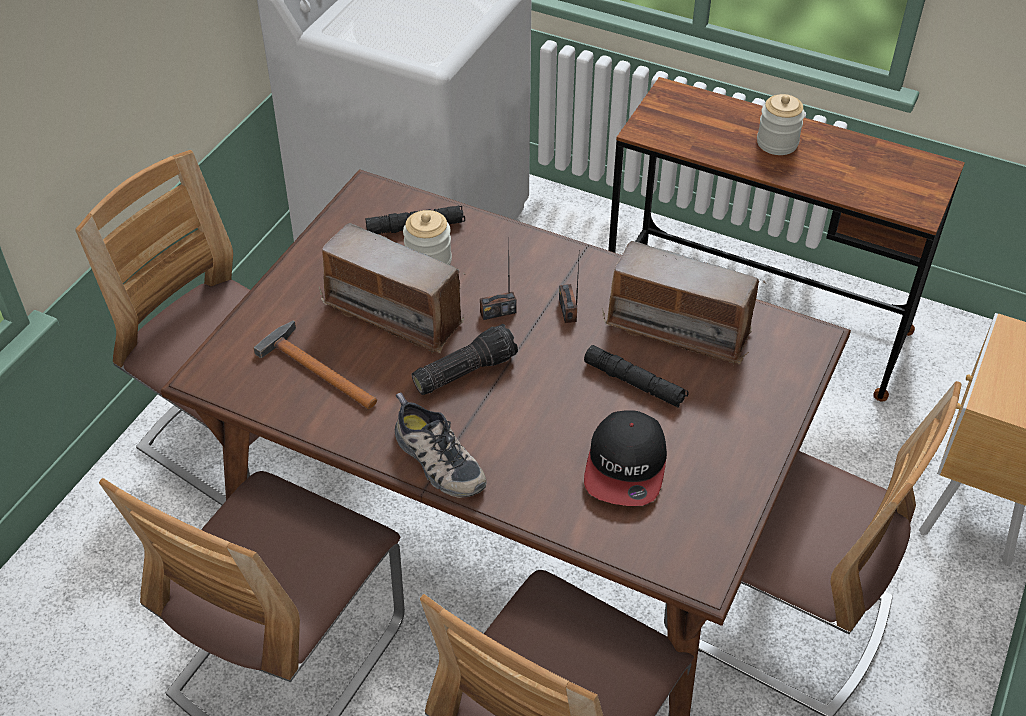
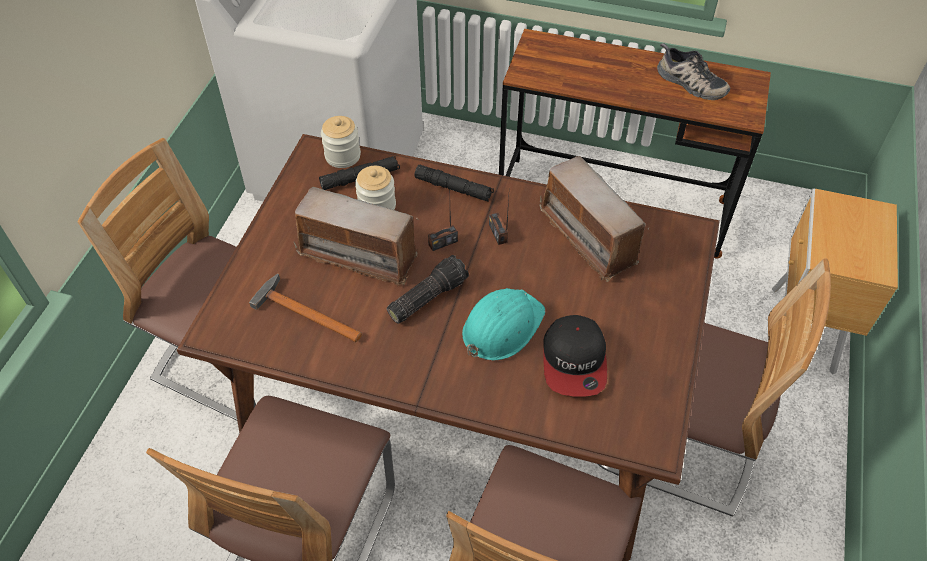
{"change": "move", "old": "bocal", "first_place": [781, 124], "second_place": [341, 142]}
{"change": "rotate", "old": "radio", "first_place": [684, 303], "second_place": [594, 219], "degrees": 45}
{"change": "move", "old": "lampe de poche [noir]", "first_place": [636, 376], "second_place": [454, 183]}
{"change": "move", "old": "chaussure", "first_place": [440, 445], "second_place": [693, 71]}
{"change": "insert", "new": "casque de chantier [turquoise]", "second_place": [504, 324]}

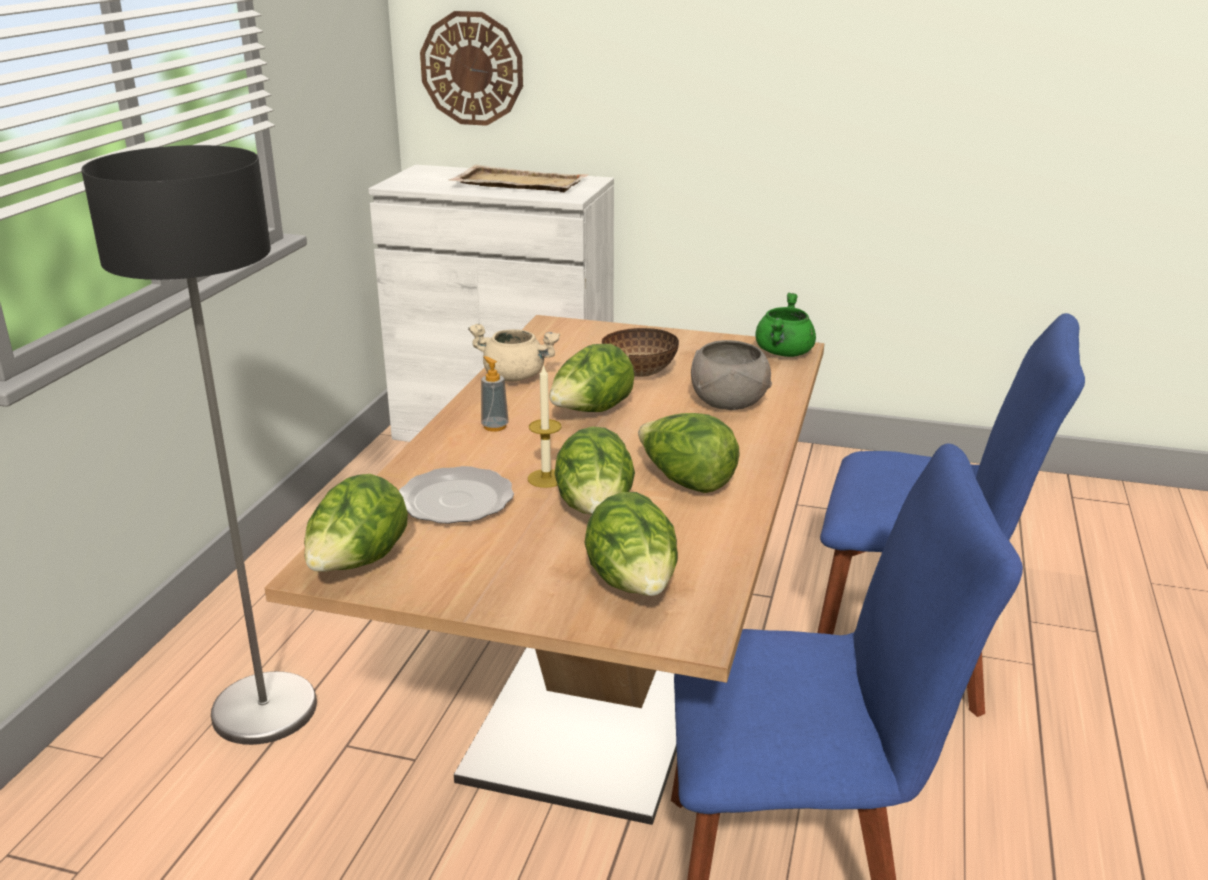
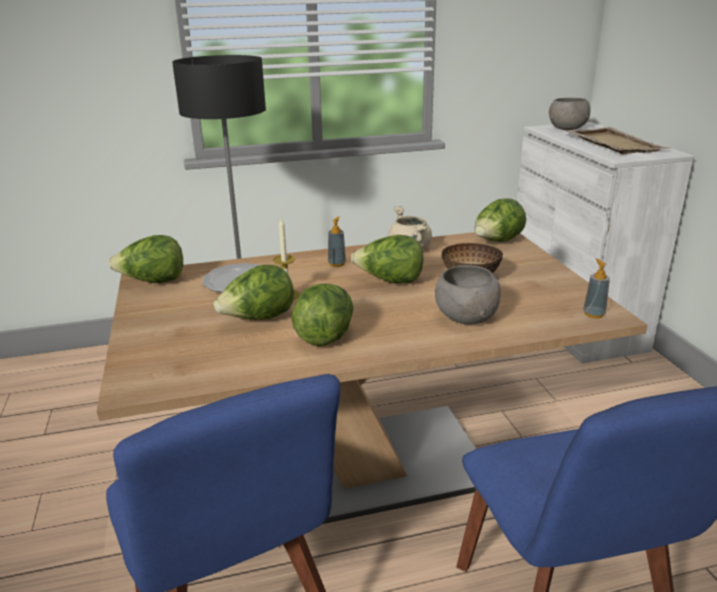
{"change": "delete", "old": "horloge murale", "first_place": [471, 68]}
{"change": "replace", "old": "marmite [vert]", "new": "distributeur de savon", "first_place": [785, 325], "second_place": [596, 288]}
{"change": "move", "old": "laitue", "first_place": [631, 544], "second_place": [500, 220]}
{"change": "insert", "new": "bol [gris]", "second_place": [570, 114]}

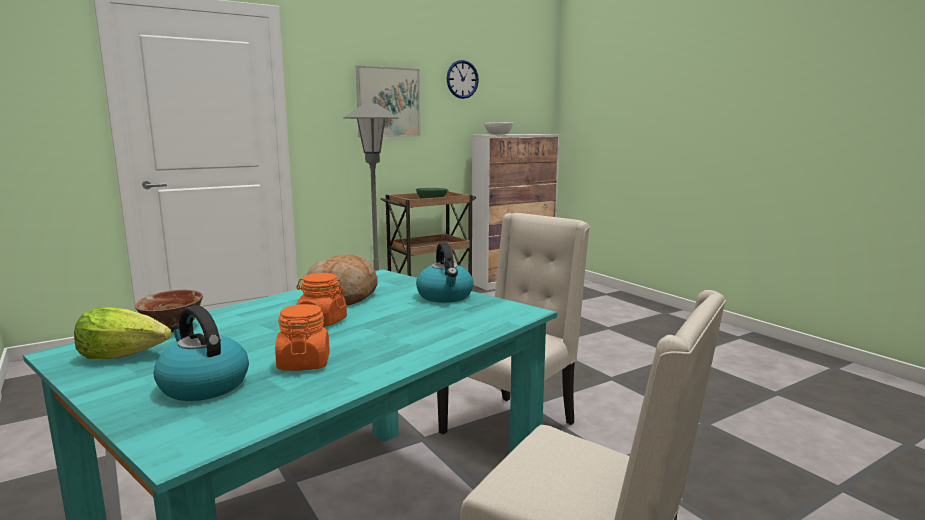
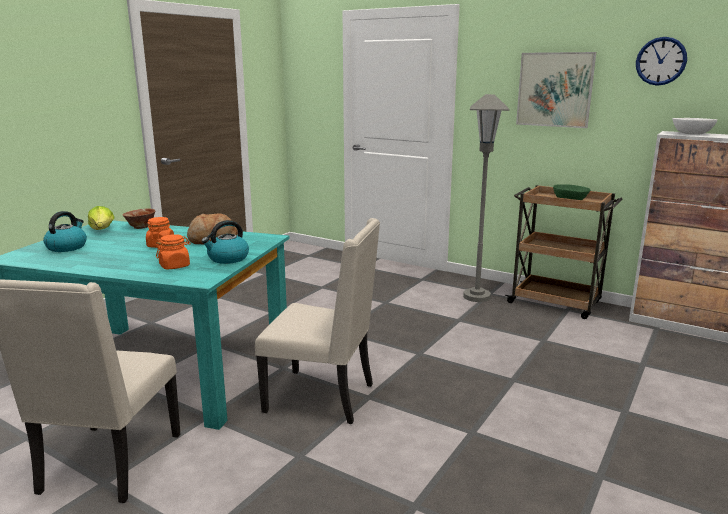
{"change": "move", "old": "bocal [orange]", "first_place": [302, 337], "second_place": [173, 251]}

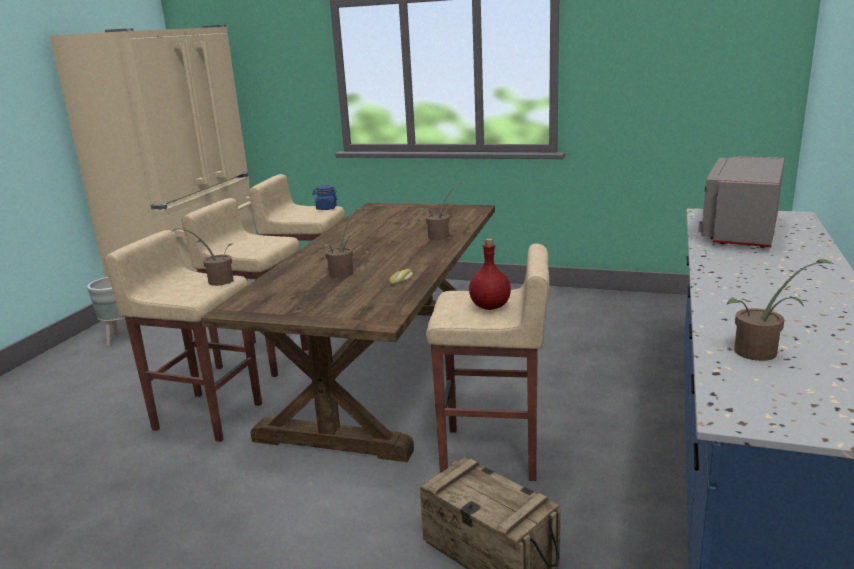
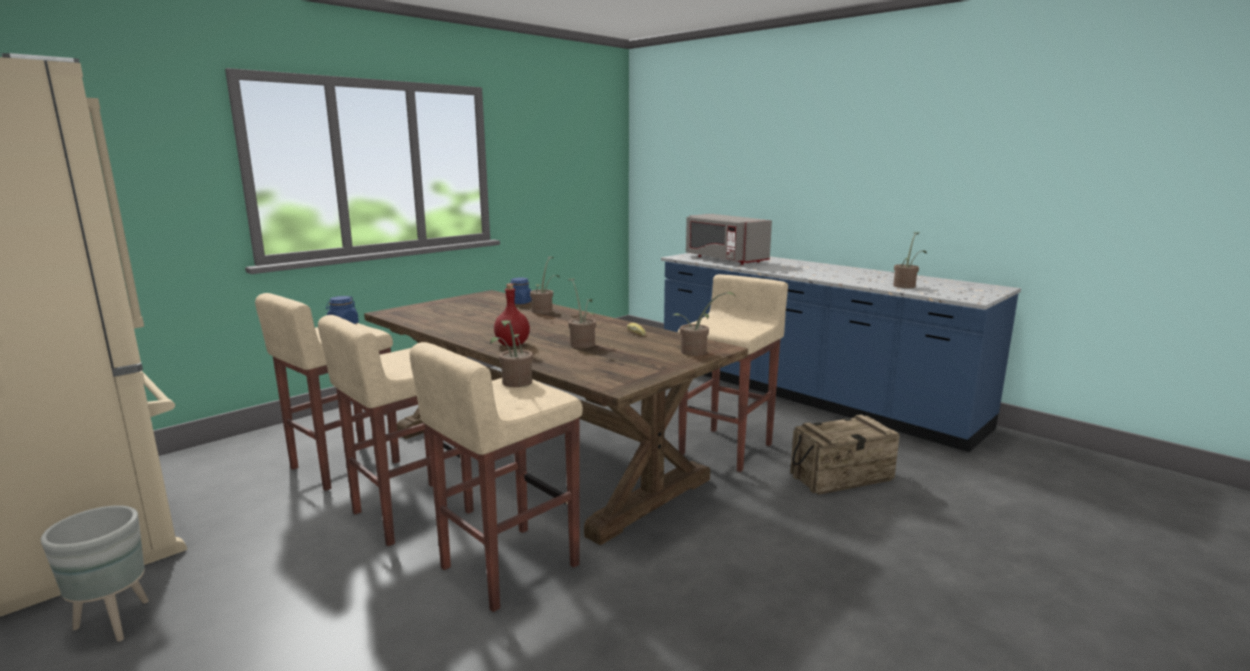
{"change": "move", "old": "bouteille [rouge]", "first_place": [490, 274], "second_place": [512, 315]}
{"change": "insert", "new": "bocal [bleu]", "second_place": [521, 291]}
{"change": "insert", "new": "plante en pot", "second_place": [703, 324]}

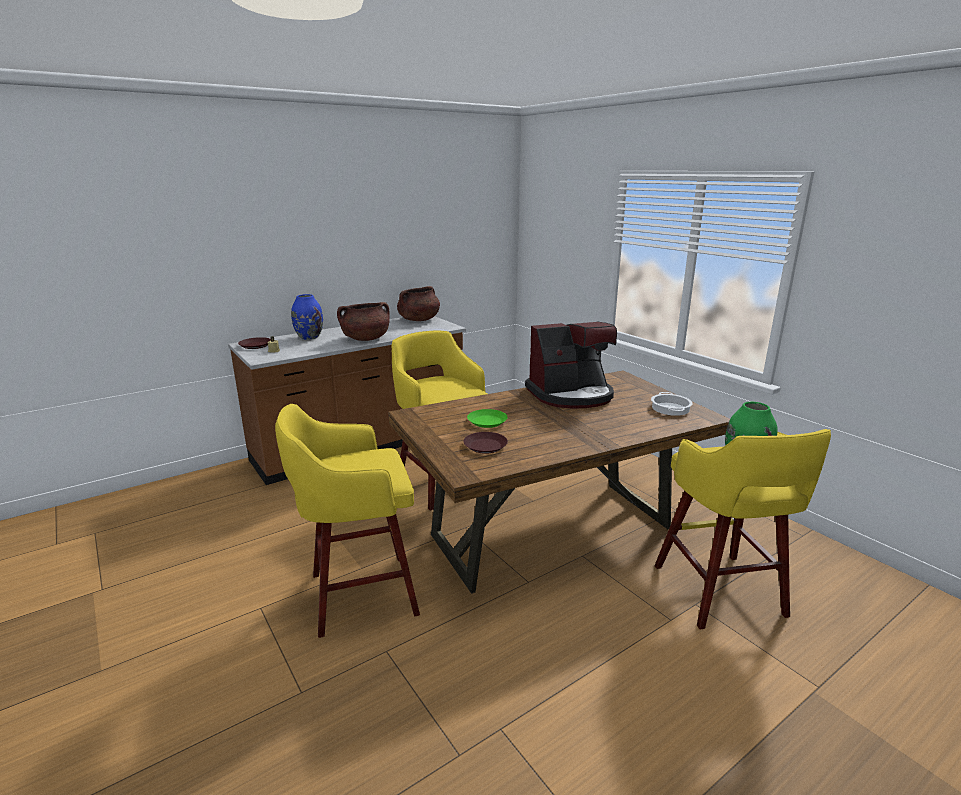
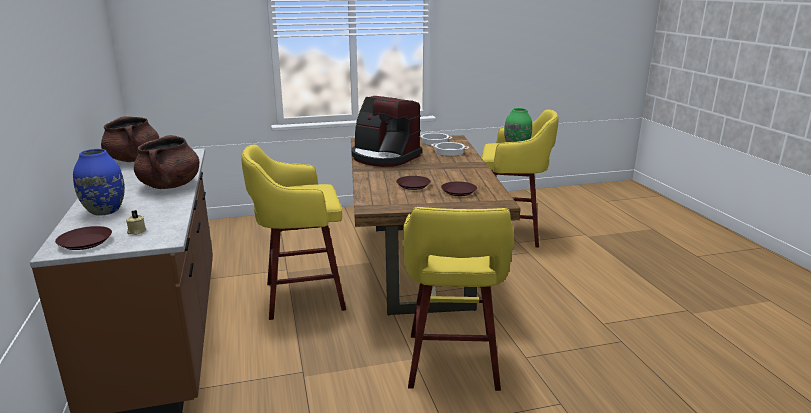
{"change": "rotate", "old": "machine à café", "first_place": [571, 365], "second_place": [387, 131], "degrees": 120}
{"change": "recolor", "old": "assiette [vert]", "new": "assiette [marron]", "first_place": [487, 418], "second_place": [413, 183]}
{"change": "insert", "new": "marmite", "second_place": [450, 149]}

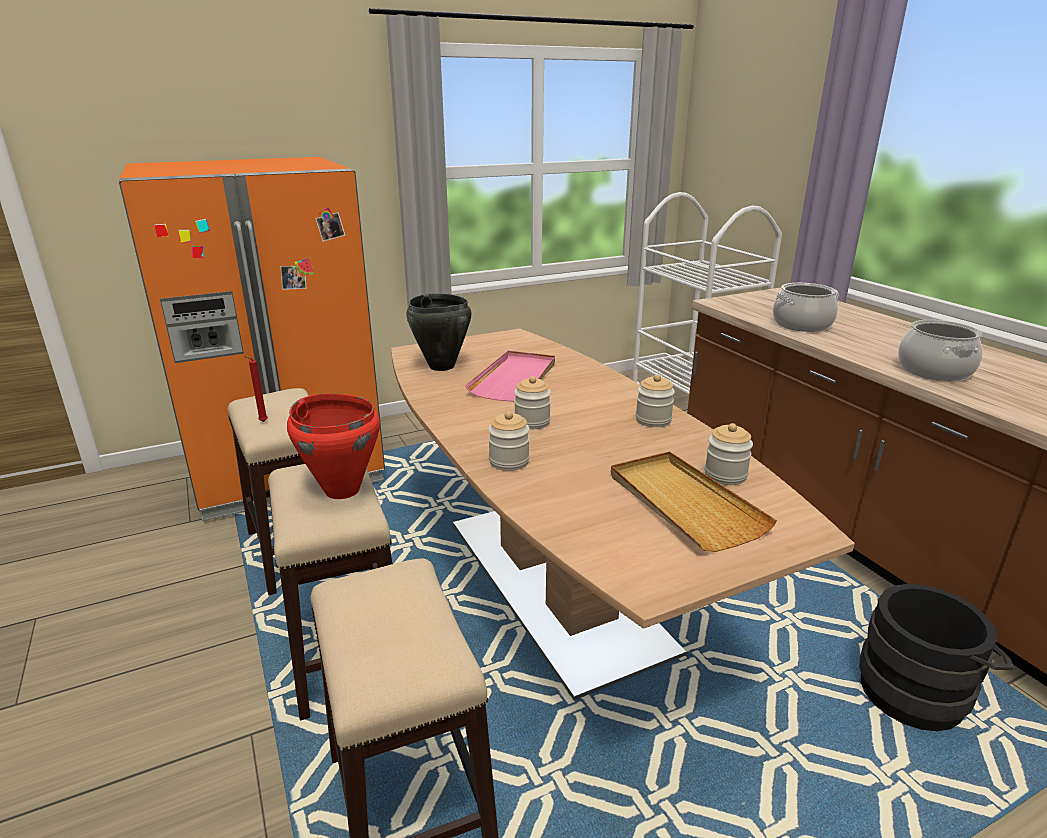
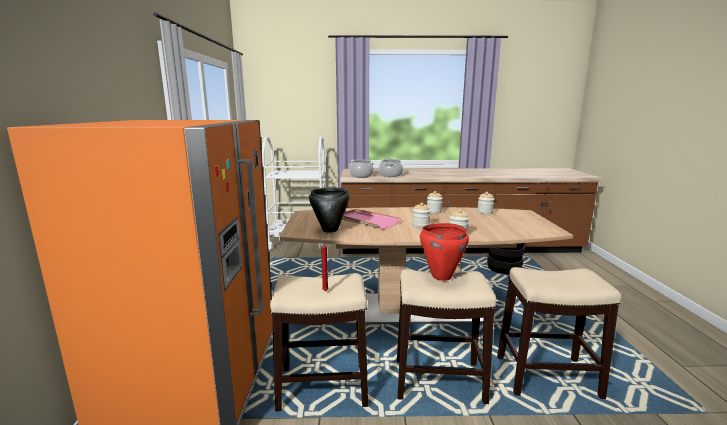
{"change": "move", "old": "marmite", "first_place": [940, 350], "second_place": [361, 168]}
{"change": "delete", "old": "plateau [beige]", "first_place": [694, 502]}

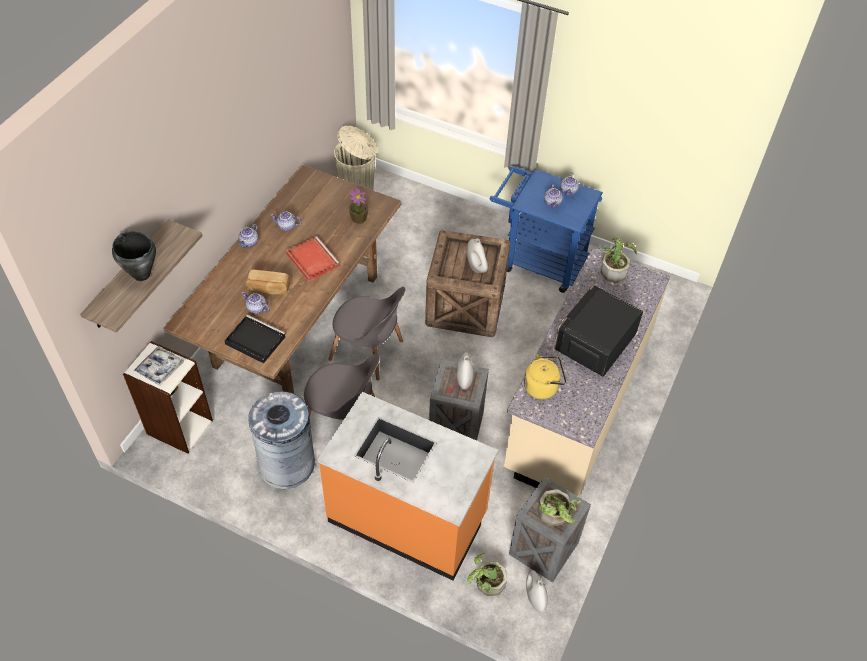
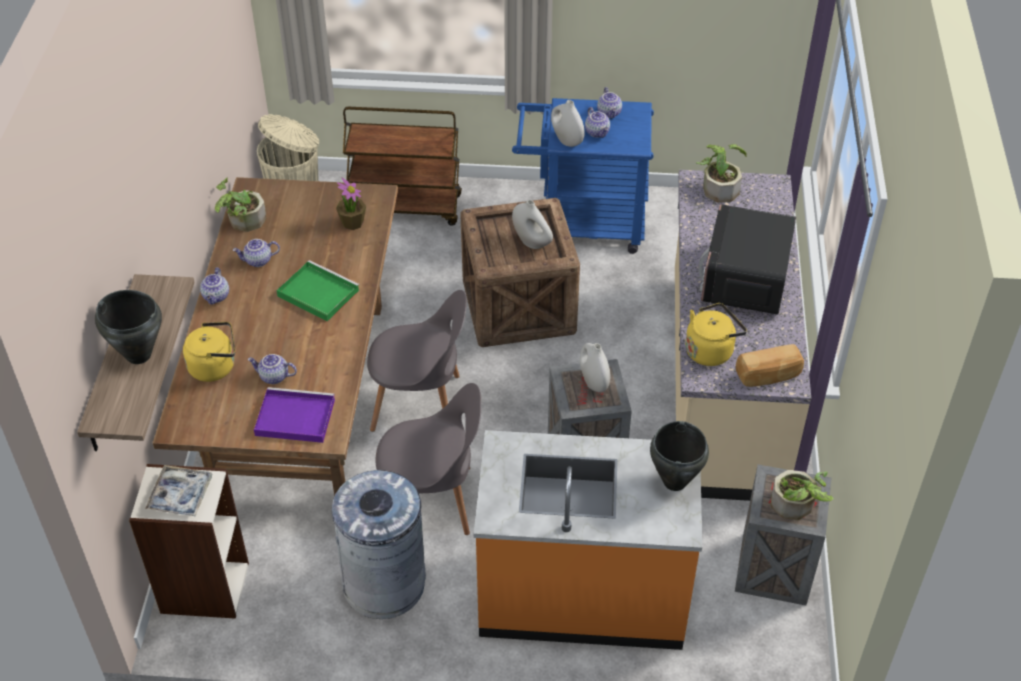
{"change": "recolor", "old": "plateau [rouge]", "new": "plateau [vert]", "first_place": [313, 259], "second_place": [318, 291]}
{"change": "move", "old": "pain", "first_place": [268, 282], "second_place": [770, 365]}
{"change": "recolor", "old": "plateau [noir]", "new": "plateau [violet]", "first_place": [255, 339], "second_place": [294, 415]}
{"change": "move", "old": "plante en pot", "first_place": [487, 574], "second_place": [240, 205]}
{"change": "move", "old": "vase [blanc]", "first_place": [537, 591], "second_place": [568, 123]}
{"change": "insert", "new": "chariot [marron]", "second_place": [402, 166]}
{"change": "insert", "new": "bouilloire [jaune]", "second_place": [209, 352]}
{"change": "insert", "new": "marmite [noir]", "second_place": [679, 456]}

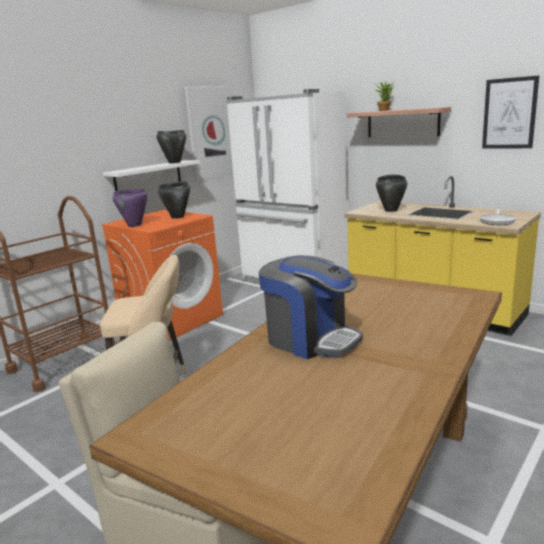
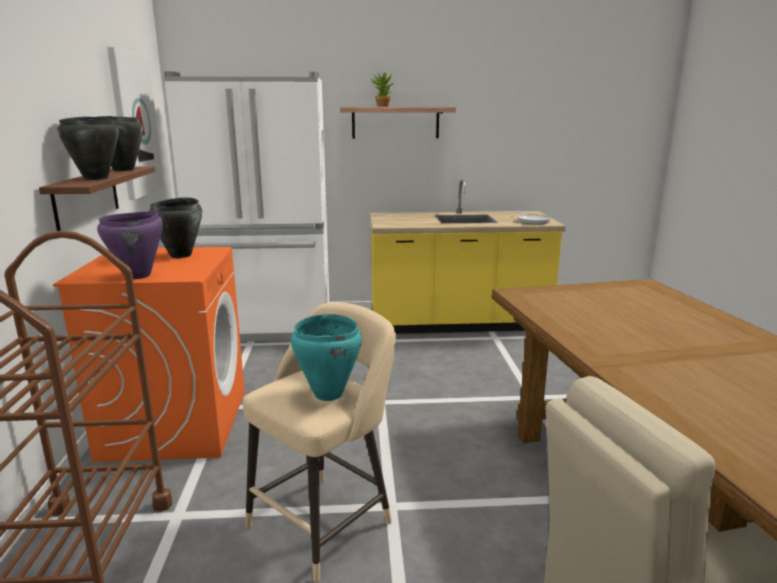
{"change": "delete", "old": "tableau", "first_place": [510, 112]}
{"change": "recolor", "old": "étagère [blanc]", "new": "étagère [marron]", "first_place": [151, 175], "second_place": [97, 198]}
{"change": "move", "old": "marmite [noir]", "first_place": [391, 193], "second_place": [87, 148]}
{"change": "delete", "old": "machine à café", "first_place": [311, 307]}
{"change": "insert", "new": "marmite [turquoise]", "second_place": [326, 357]}

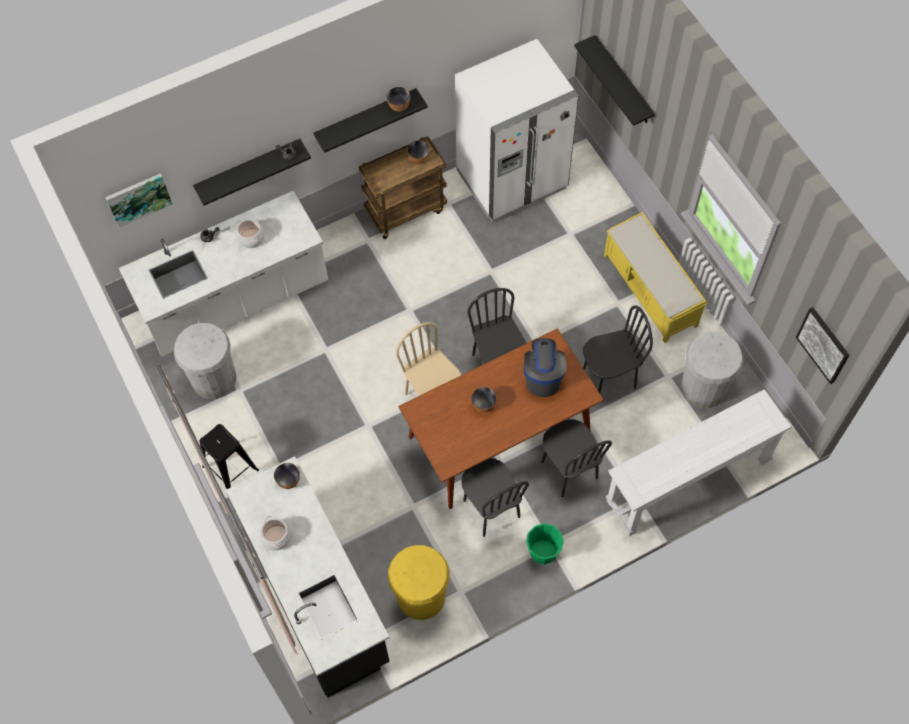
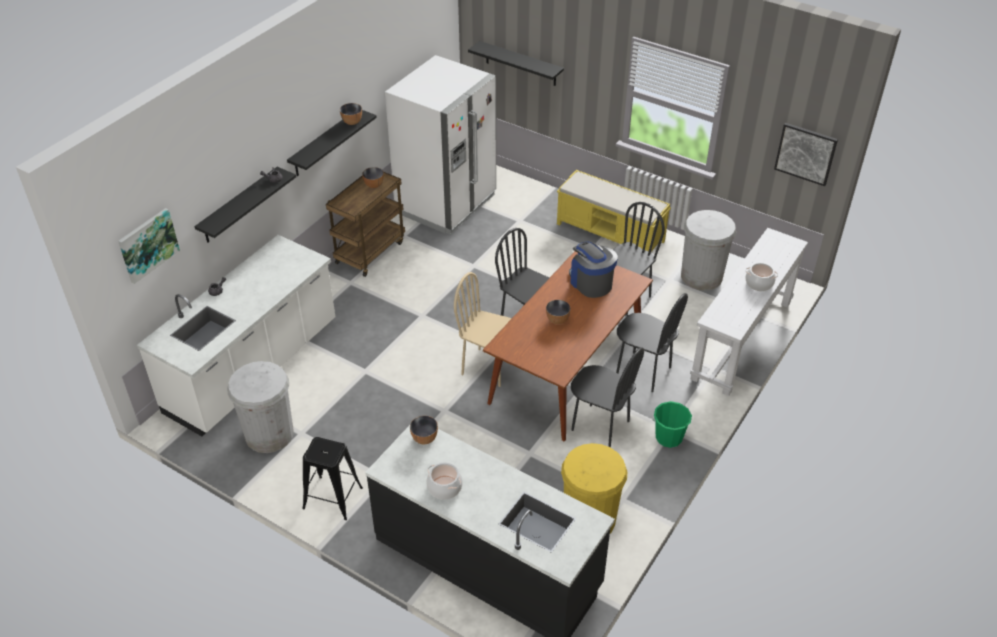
{"change": "move", "old": "marmite", "first_place": [250, 233], "second_place": [762, 276]}

